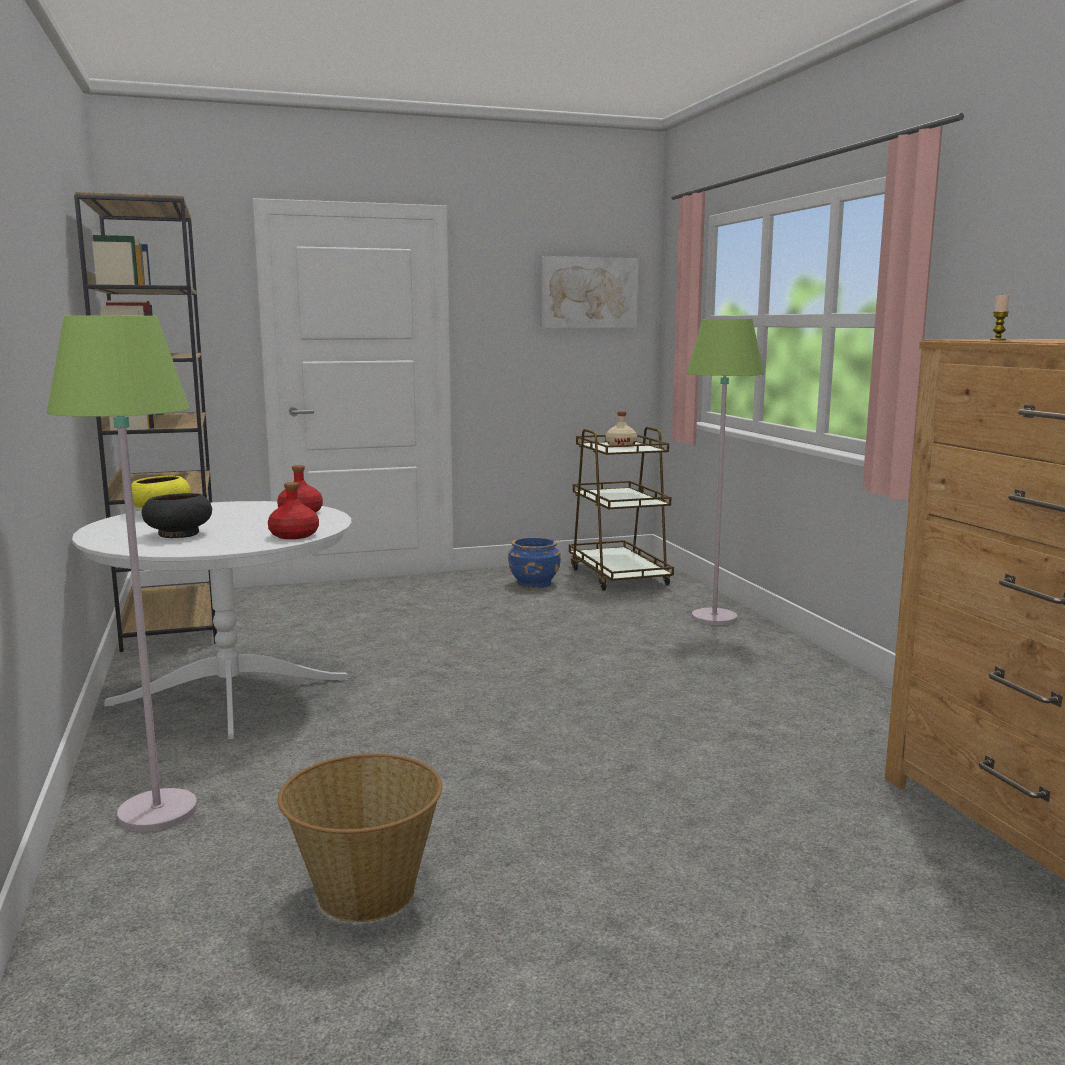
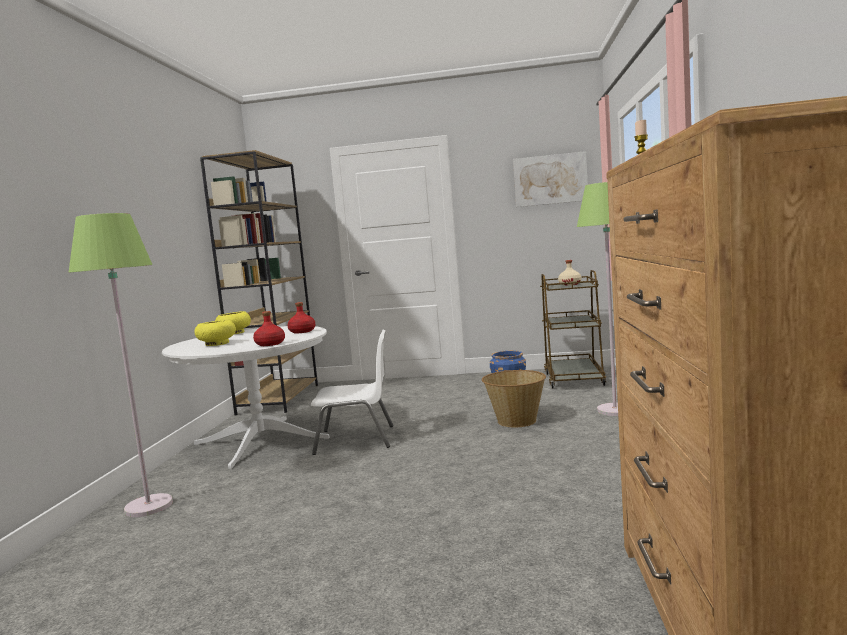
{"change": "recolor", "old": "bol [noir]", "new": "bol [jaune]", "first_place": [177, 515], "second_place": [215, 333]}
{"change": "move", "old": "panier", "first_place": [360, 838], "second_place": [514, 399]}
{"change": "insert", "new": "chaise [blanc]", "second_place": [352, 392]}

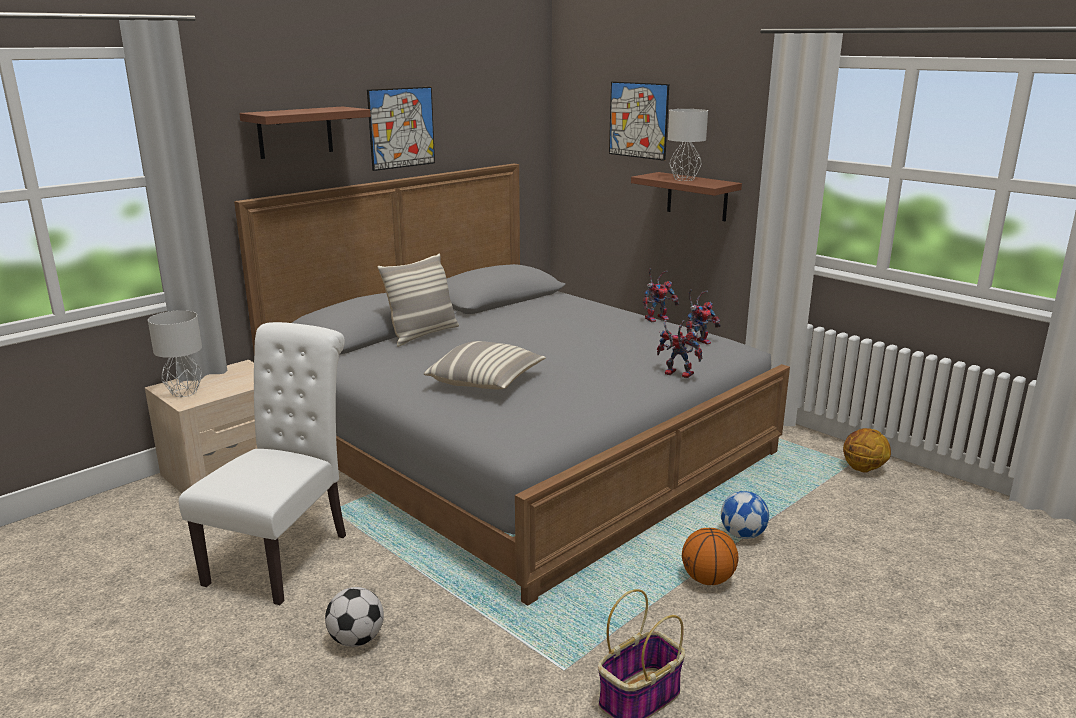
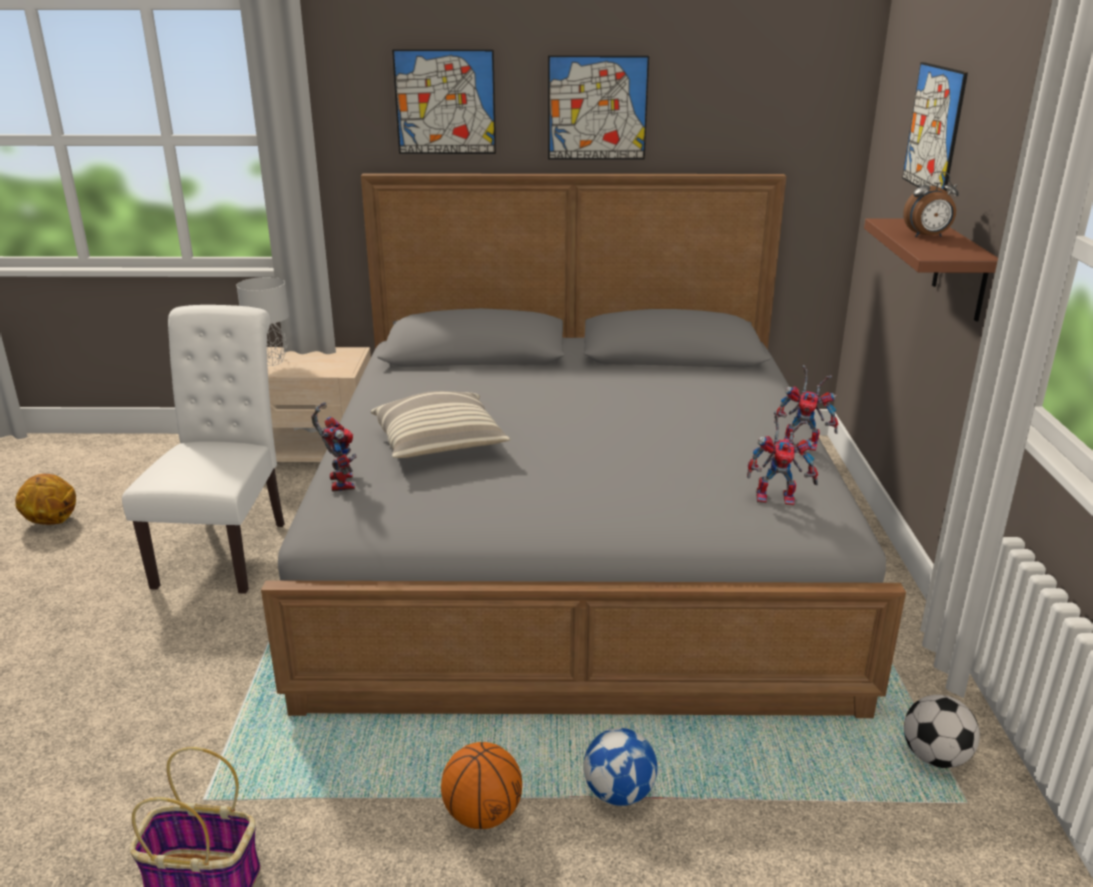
{"change": "replace", "old": "étagère [marron]", "new": "tableau", "first_place": [305, 133], "second_place": [444, 101]}
{"change": "replace", "old": "lampe de table [gris]", "new": "réveil", "first_place": [688, 145], "second_place": [931, 204]}
{"change": "delete", "old": "coussin", "first_place": [418, 300]}
{"change": "move", "old": "robot jouet", "first_place": [679, 349], "second_place": [333, 447]}
{"change": "rotate", "old": "chaise [blanc]", "first_place": [262, 463], "second_place": [203, 449], "degrees": -60}
{"change": "move", "old": "ballon de basket", "first_place": [867, 450], "second_place": [45, 499]}
{"change": "move", "old": "ballon de foot", "first_place": [354, 617], "second_place": [942, 731]}

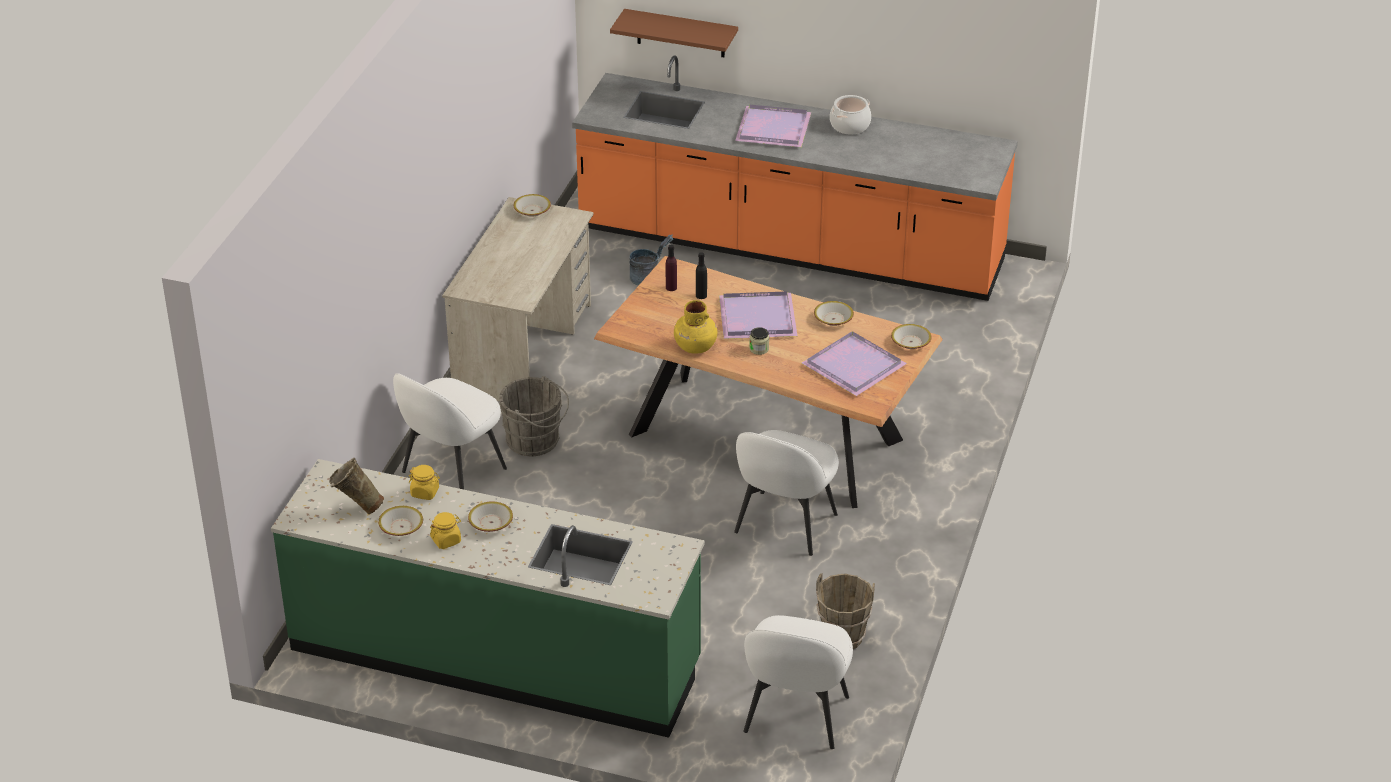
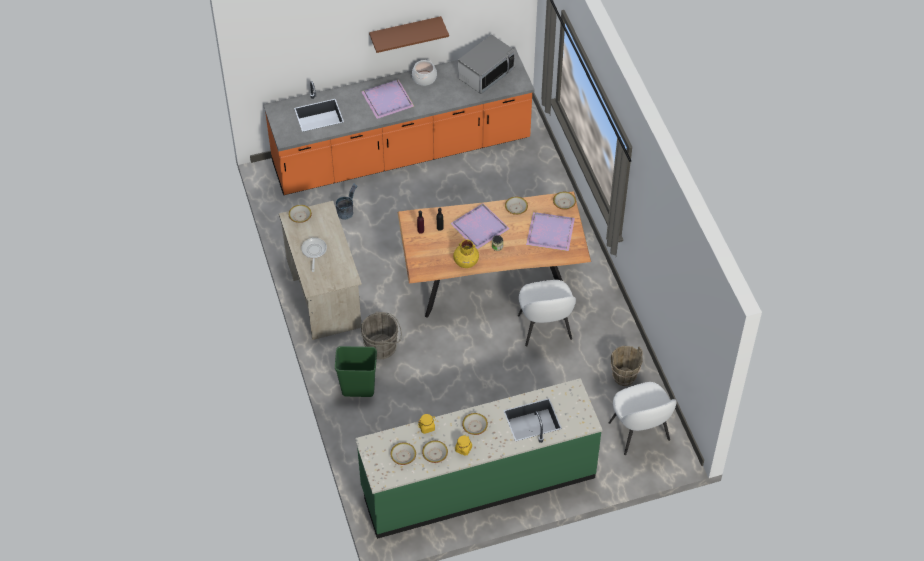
{"change": "move", "old": "étagère [marron]", "first_place": [674, 33], "second_place": [409, 34]}
{"change": "replace", "old": "chaise [blanc]", "new": "poubelle [vert]", "first_place": [450, 431], "second_place": [356, 371]}
{"change": "replace", "old": "vase [beige]", "new": "bol", "first_place": [356, 486], "second_place": [403, 453]}
{"change": "insert", "new": "micro-ondes", "second_place": [486, 64]}
{"change": "insert", "new": "poêle", "second_place": [314, 255]}

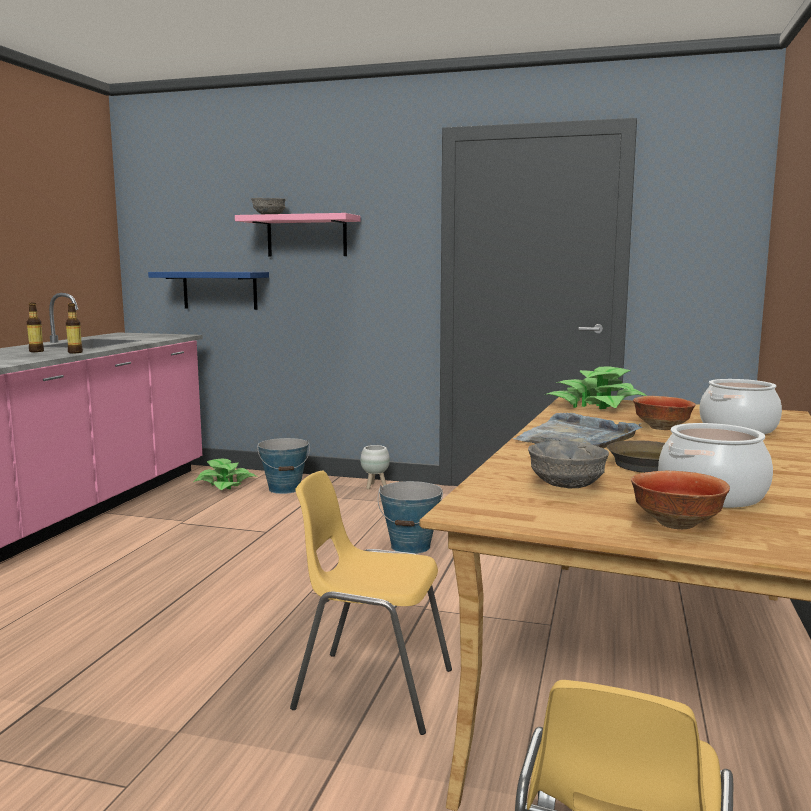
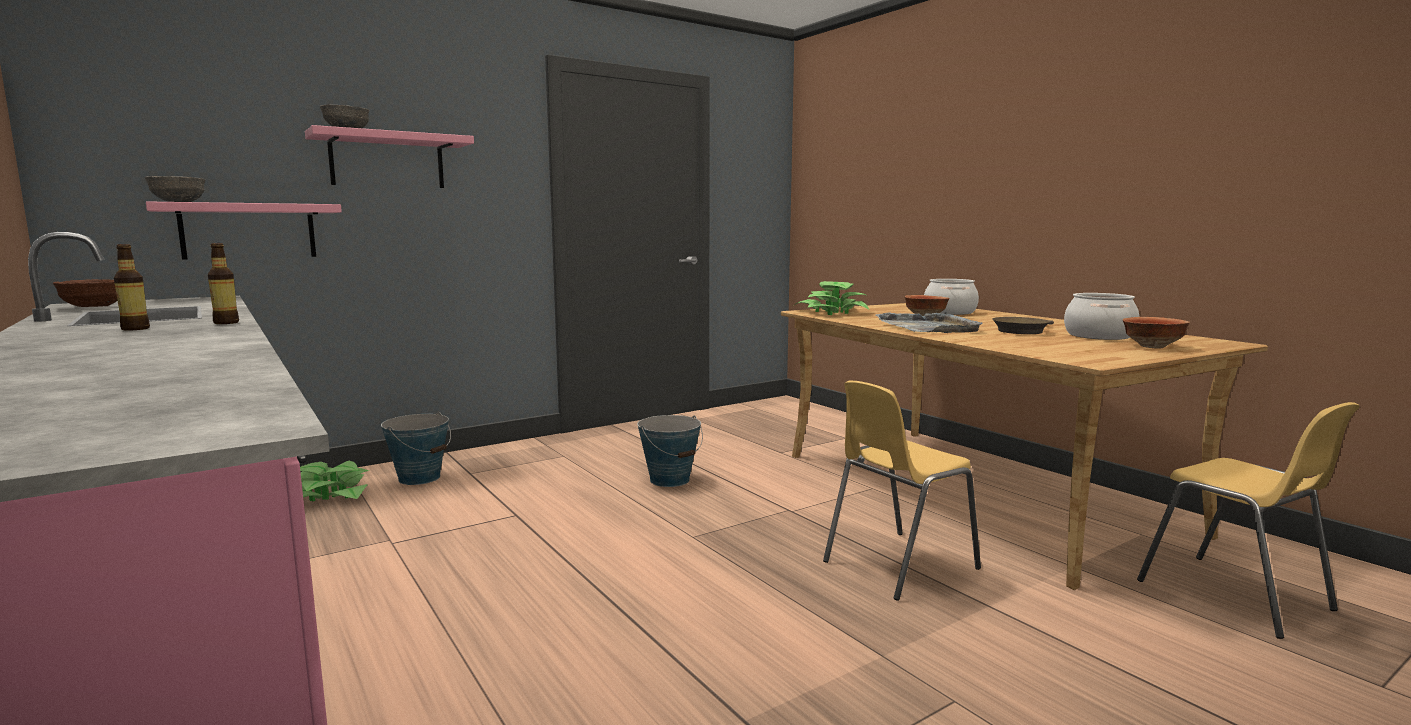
{"change": "recolor", "old": "étagère [bleu]", "new": "étagère [rose]", "first_place": [208, 291], "second_place": [244, 230]}
{"change": "move", "old": "bol [gris]", "first_place": [568, 464], "second_place": [175, 189]}
{"change": "delete", "old": "cache-pot [blanc]", "first_place": [375, 467]}
{"change": "insert", "new": "bol [marron]", "second_place": [85, 293]}

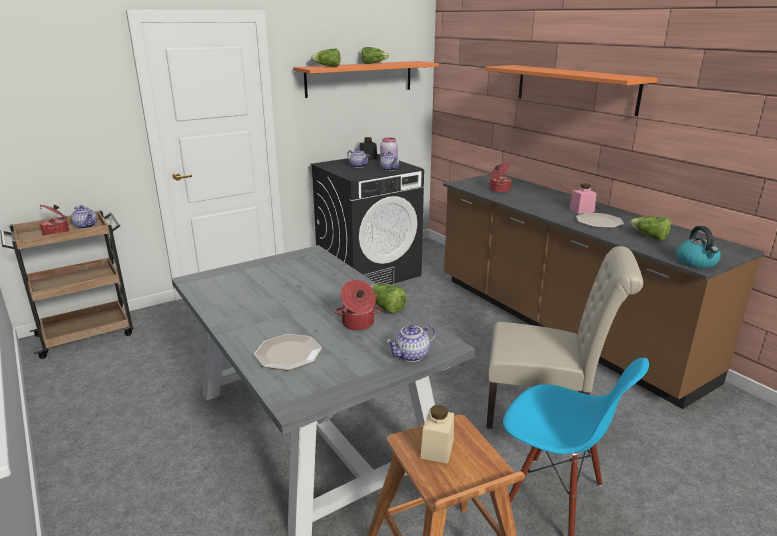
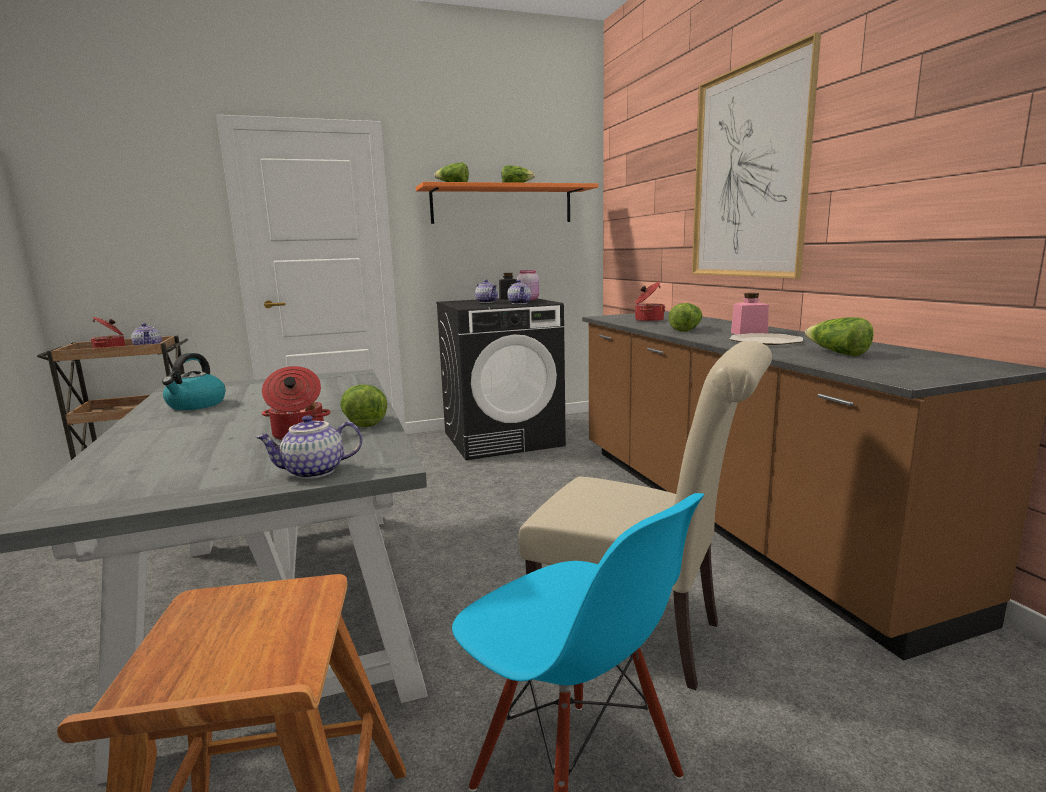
{"change": "replace", "old": "étagère [orange]", "new": "tableau", "first_place": [571, 90], "second_place": [756, 155]}
{"change": "move", "old": "bouilloire", "first_place": [698, 247], "second_place": [193, 381]}
{"change": "delete", "old": "assiette", "first_place": [288, 352]}
{"change": "delete", "old": "bocal [beige]", "first_place": [437, 434]}
{"change": "insert", "new": "laitue", "second_place": [685, 317]}

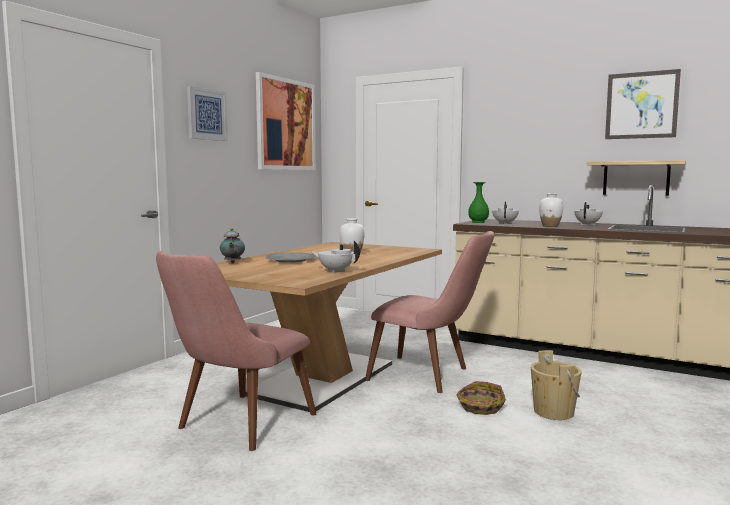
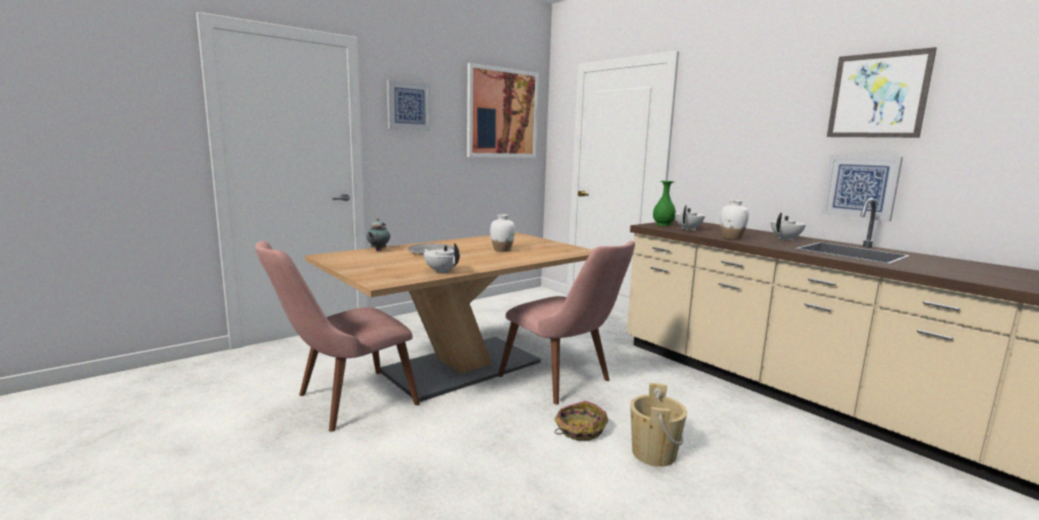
{"change": "replace", "old": "étagère", "new": "tableau", "first_place": [636, 178], "second_place": [862, 188]}

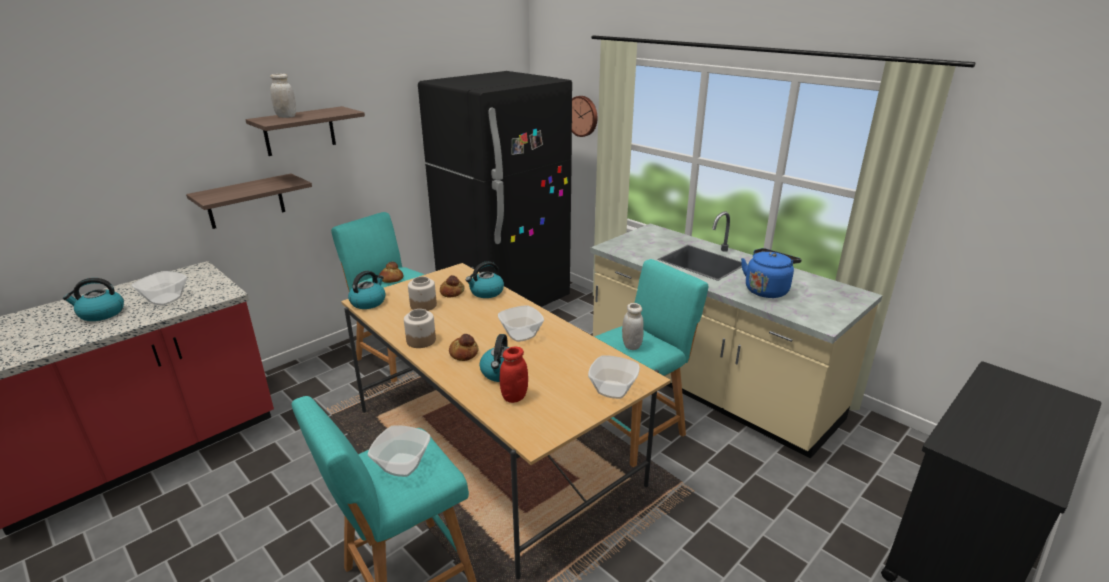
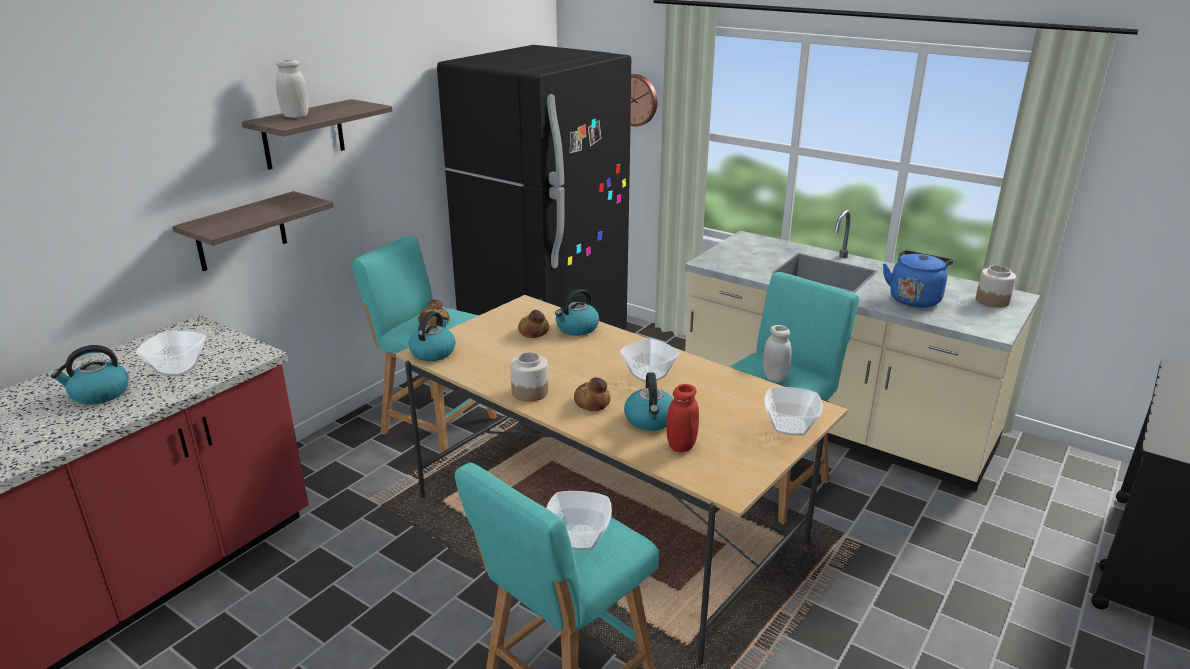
{"change": "move", "old": "bocal", "first_place": [422, 293], "second_place": [996, 286]}

